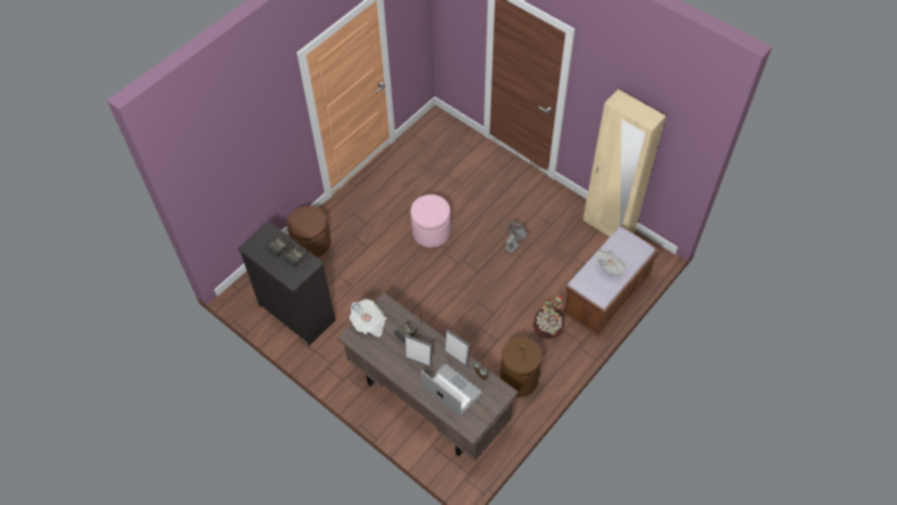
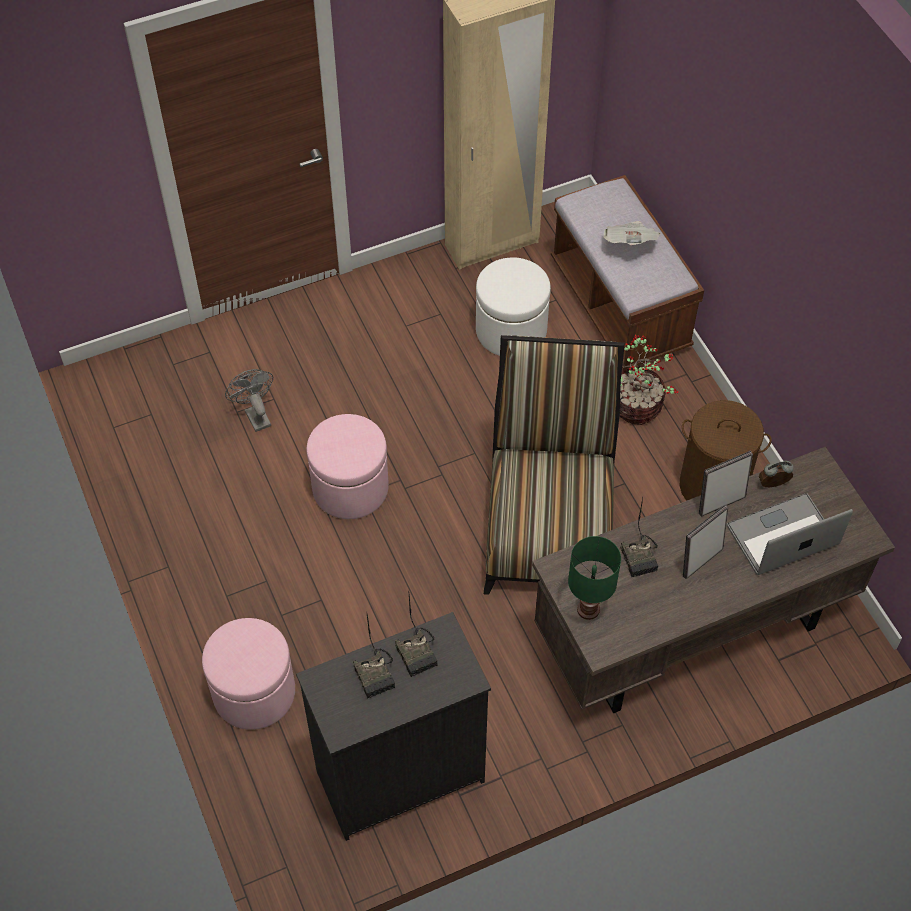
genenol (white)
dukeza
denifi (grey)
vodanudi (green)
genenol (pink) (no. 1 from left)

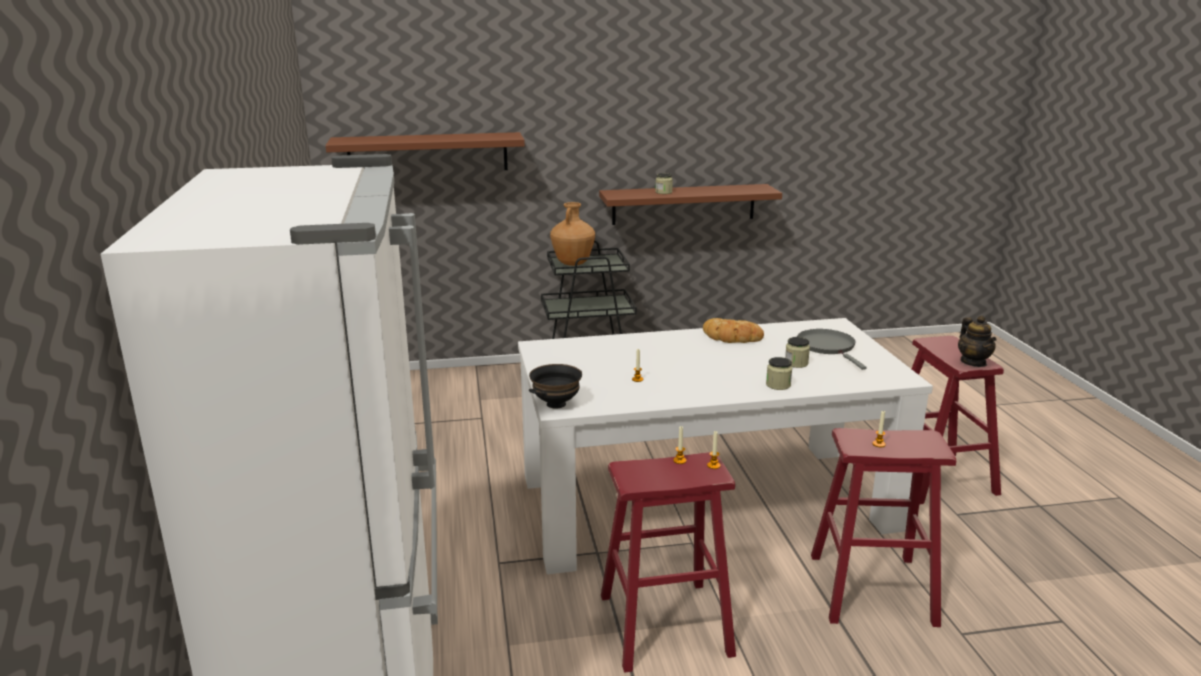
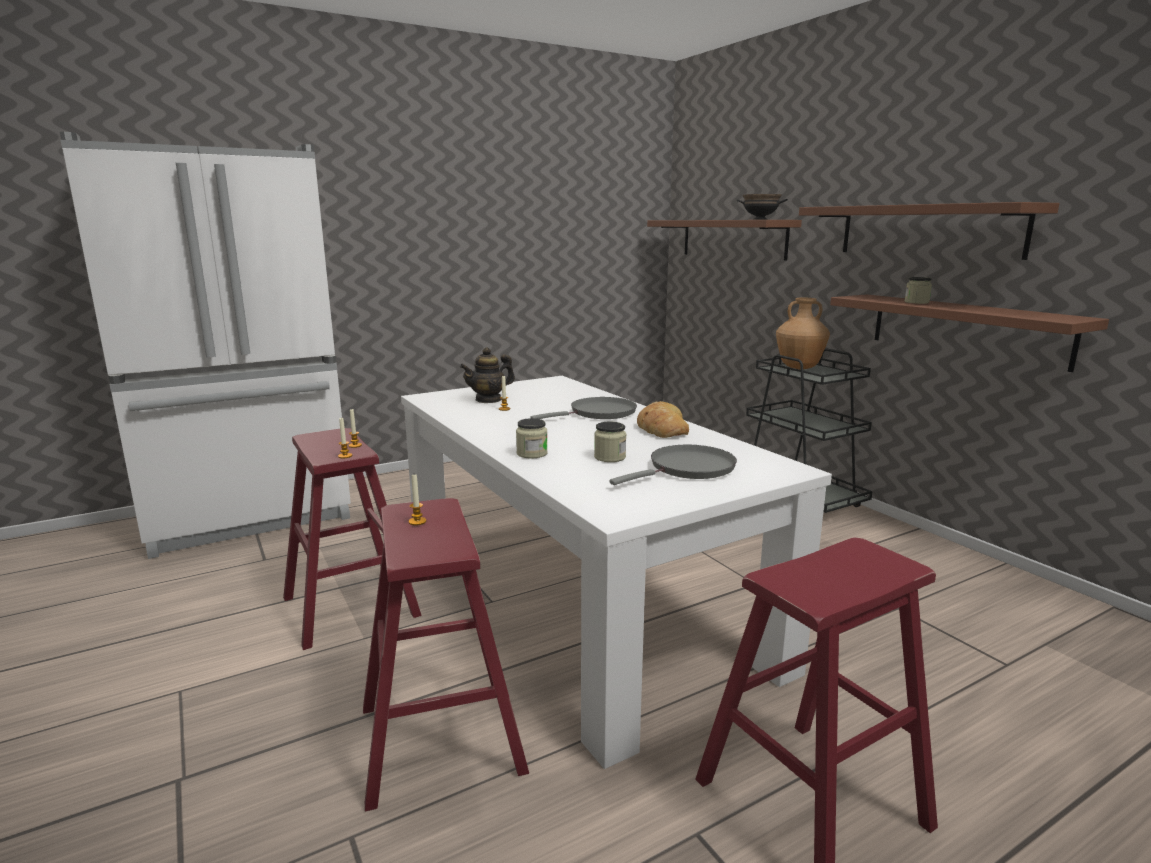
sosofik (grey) (no. 1 from left)
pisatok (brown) (no. 2 from left)
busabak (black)
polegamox

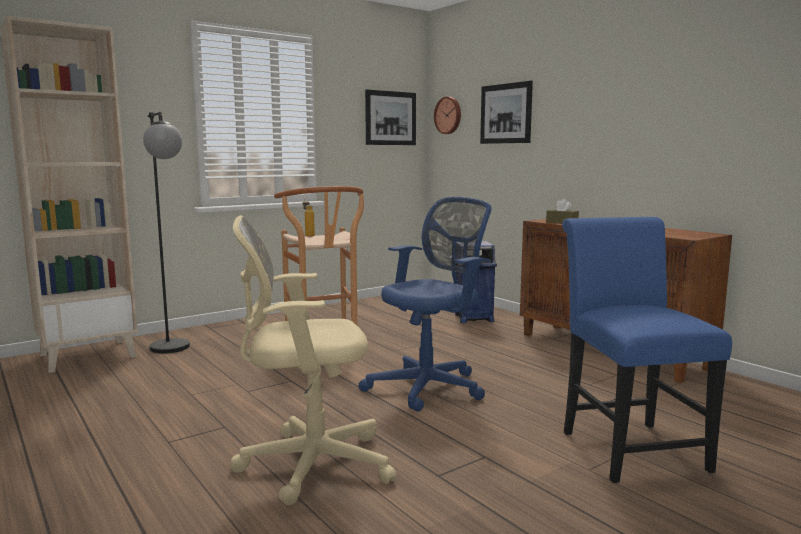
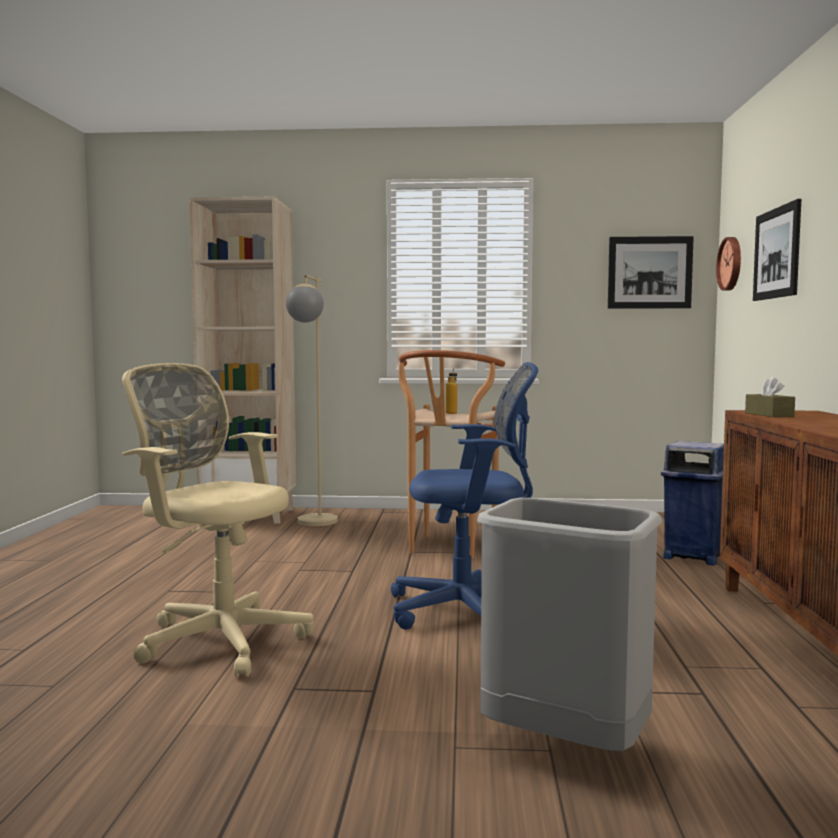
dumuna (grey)
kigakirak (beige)

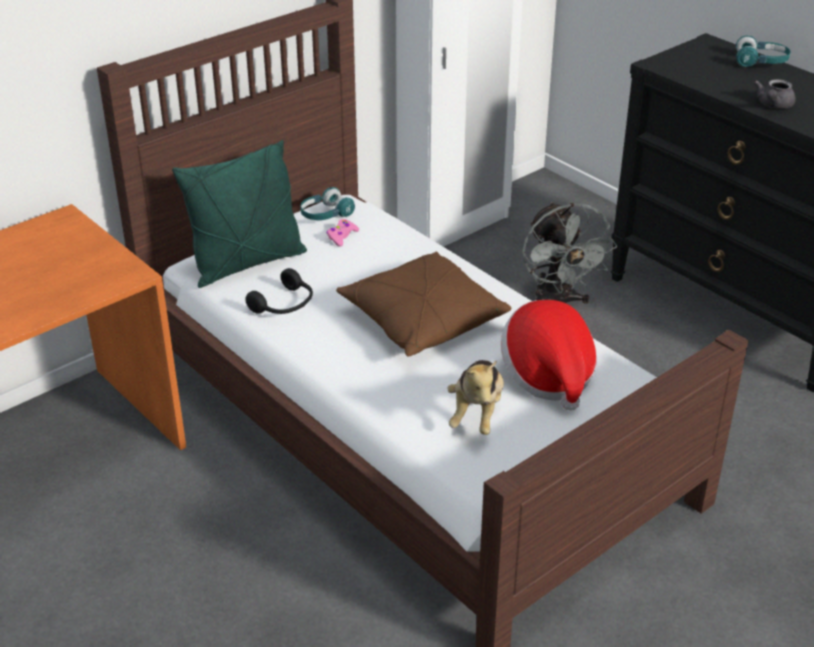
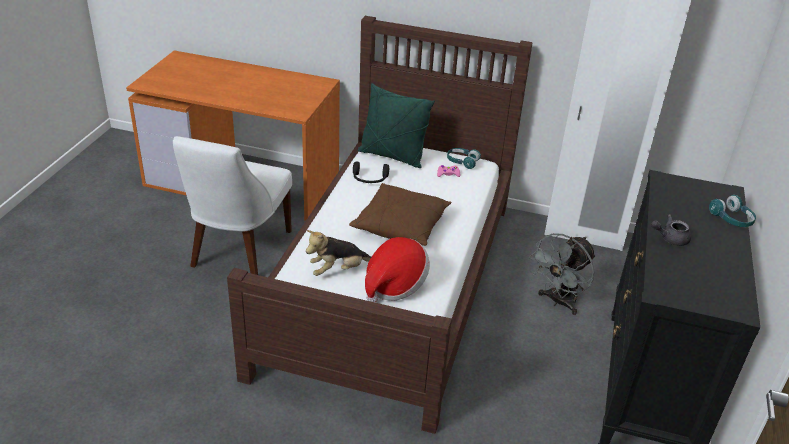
dukeza (white)

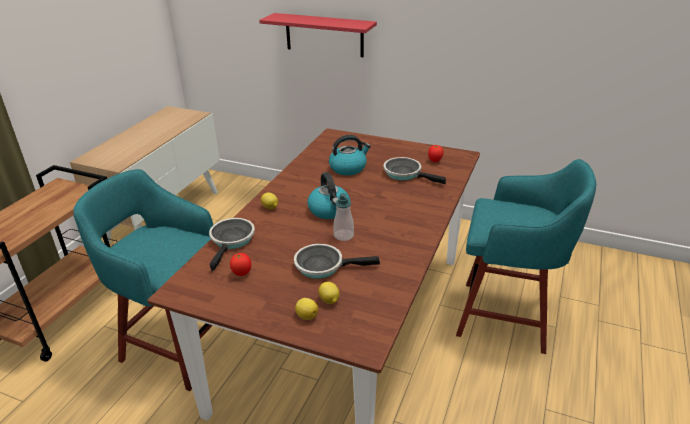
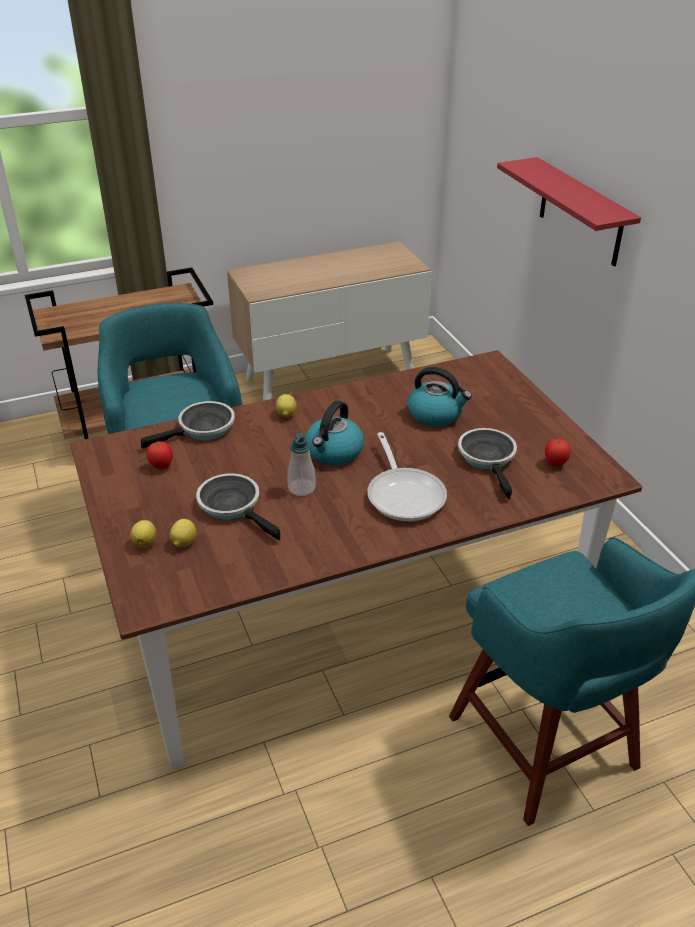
sosofik (no. 3 from left)

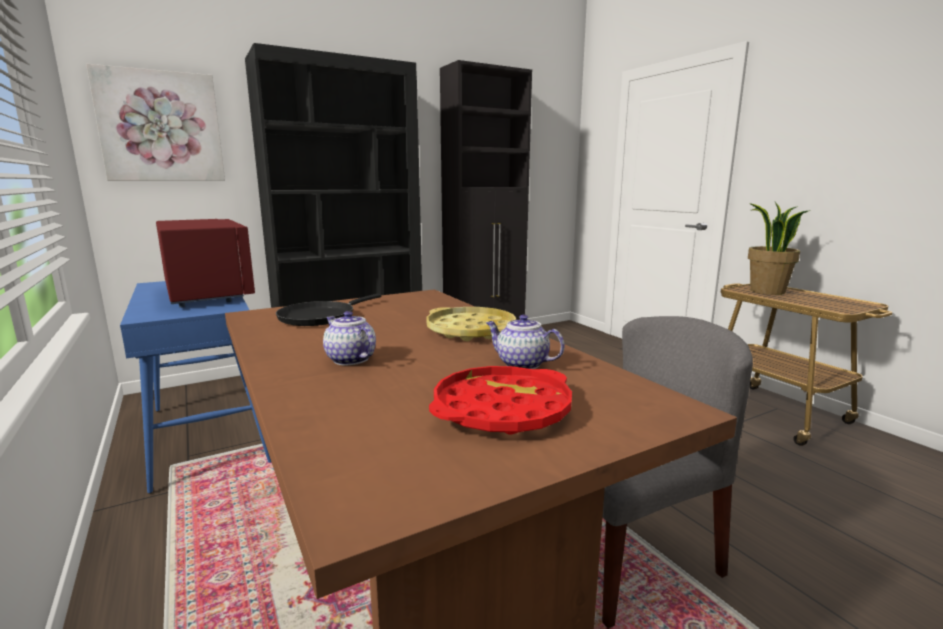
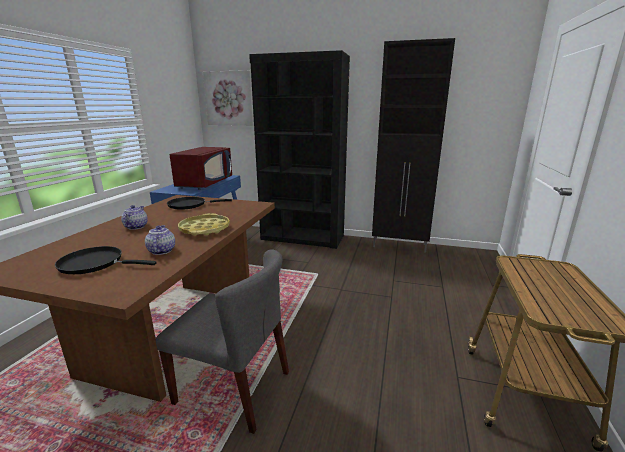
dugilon
sosofik (black) (no. 1 from left)

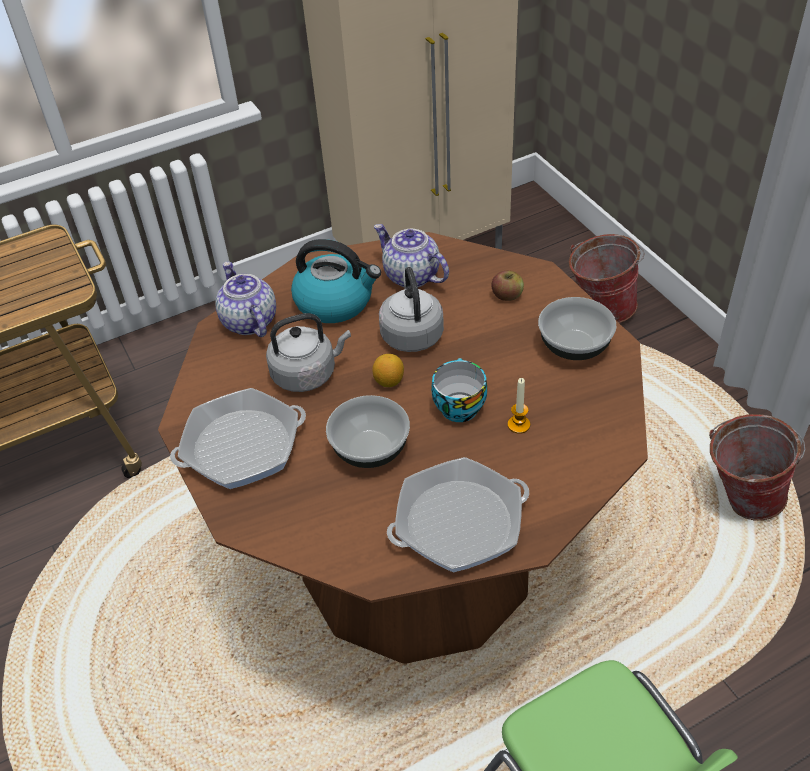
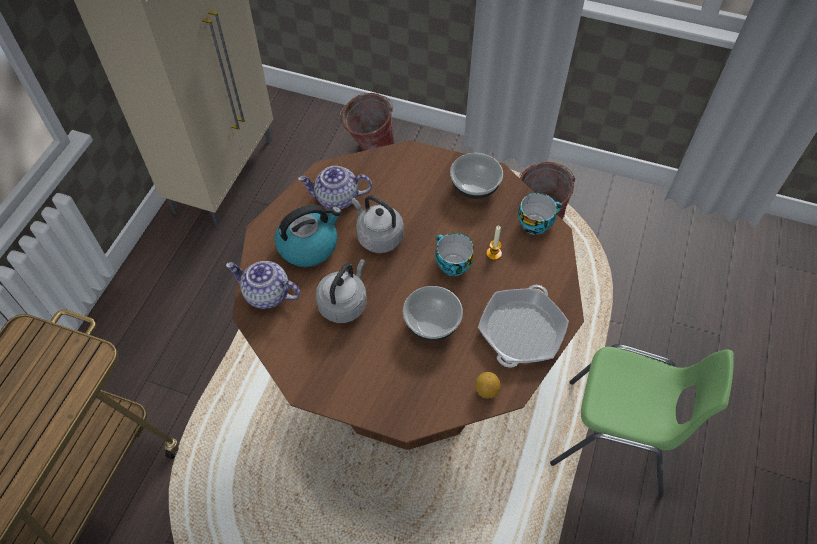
sosofik (no. 1 from left in the first image)
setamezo
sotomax (no. 2 from left)
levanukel

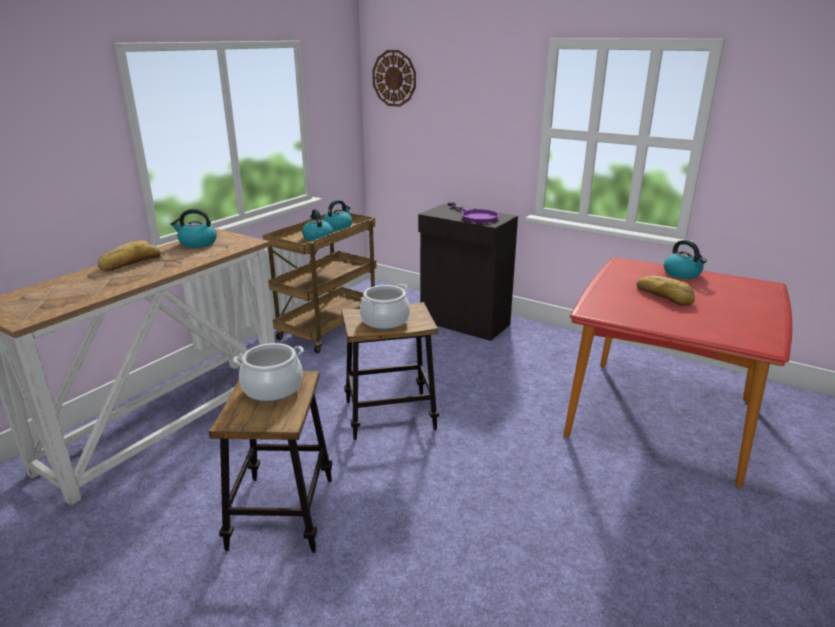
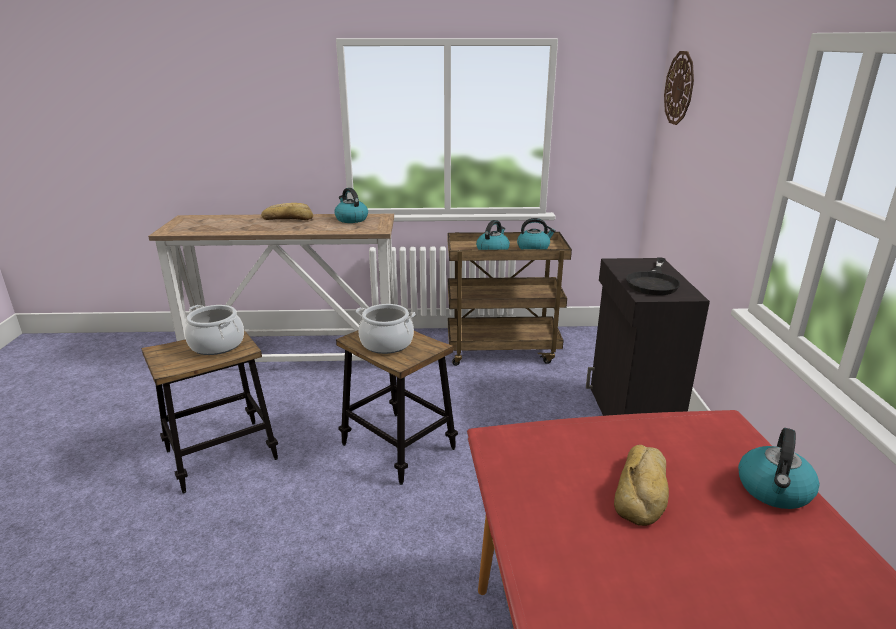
sosofik (black)

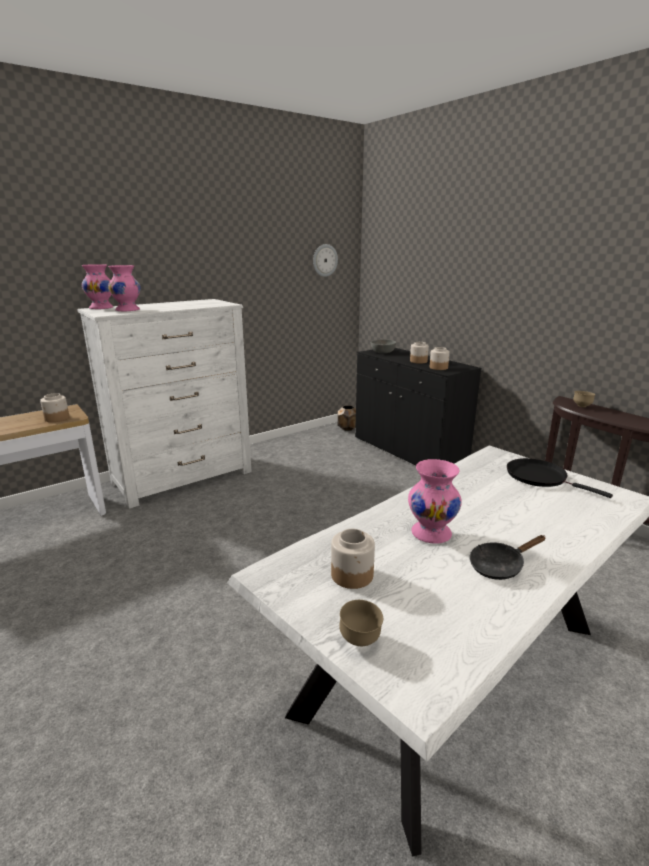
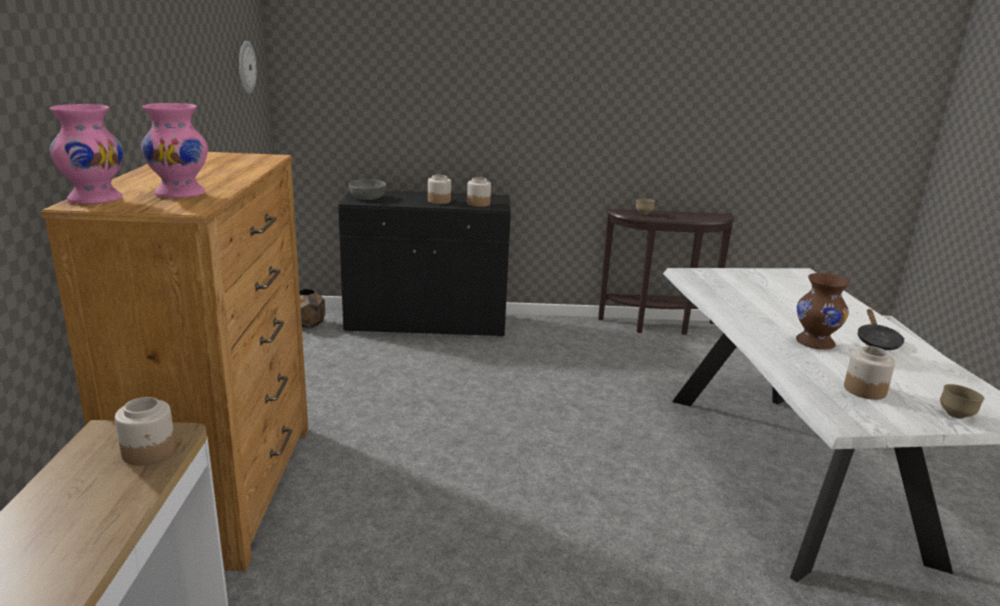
sosofik (black) (no. 2 from left in the first image)
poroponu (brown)
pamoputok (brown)

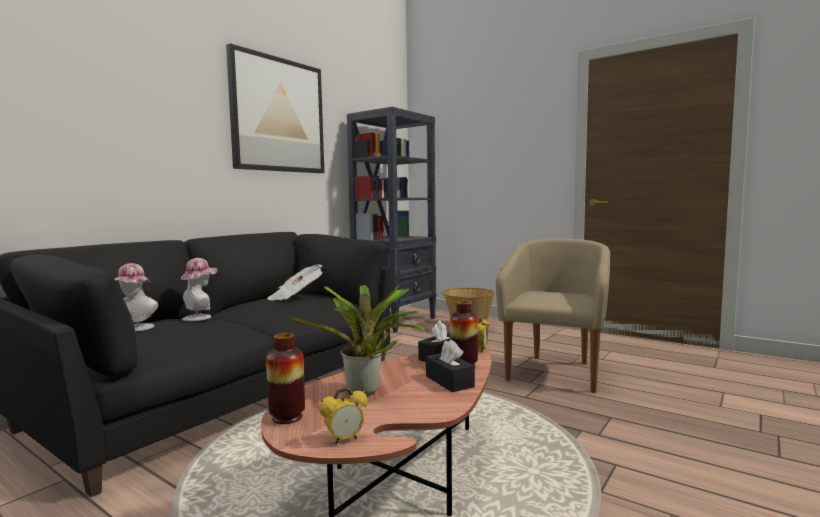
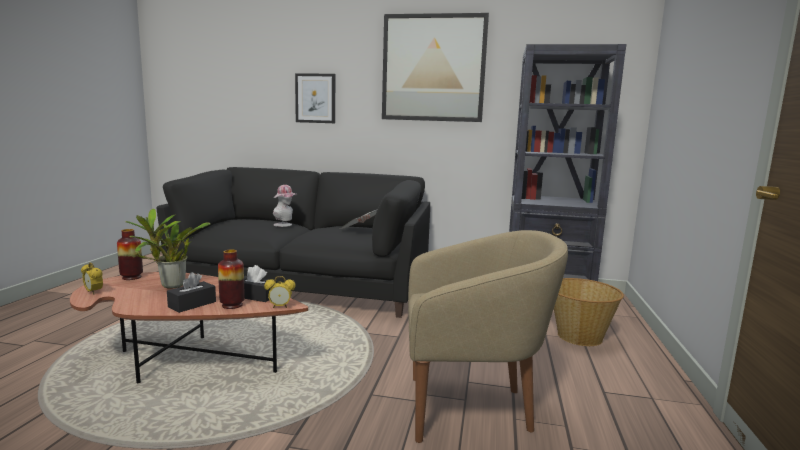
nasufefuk (no. 1 from left in the first image)
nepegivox (no. 1 from left)

